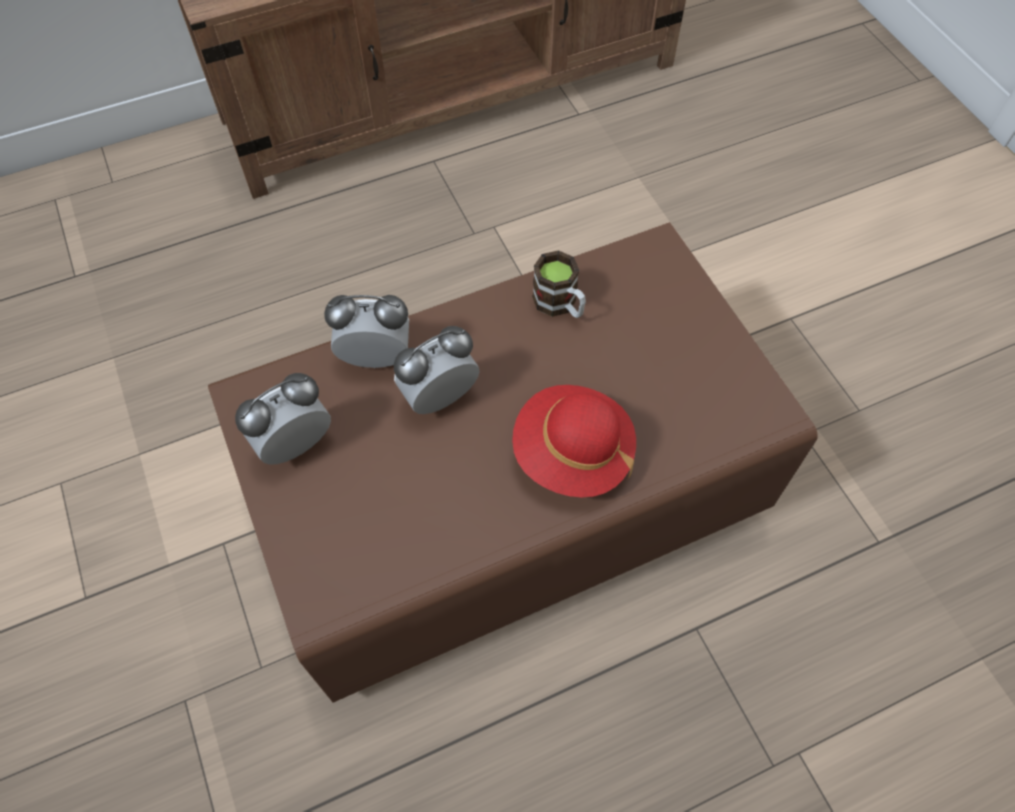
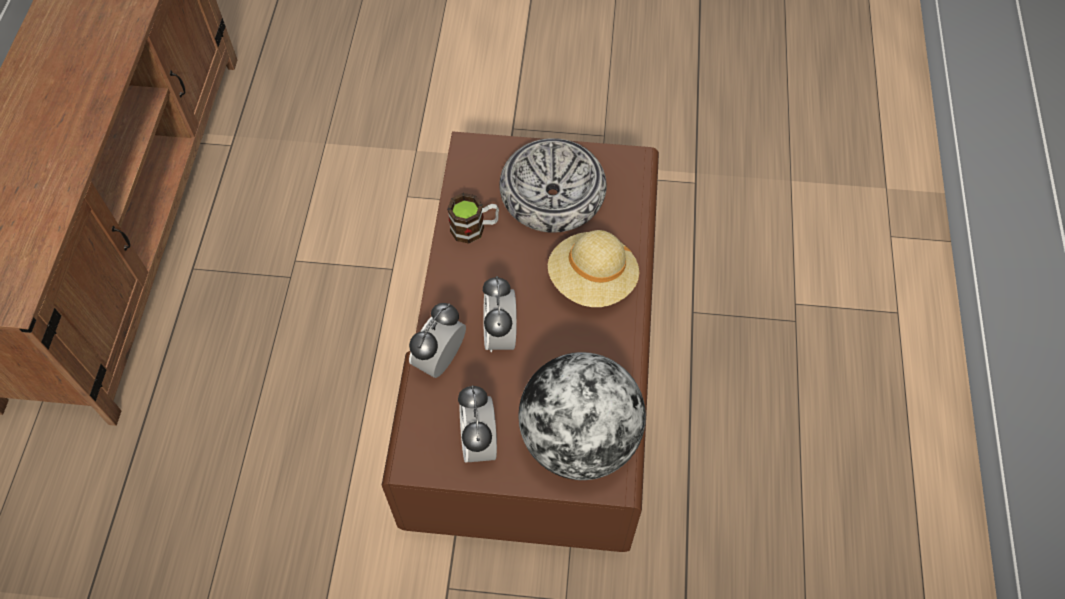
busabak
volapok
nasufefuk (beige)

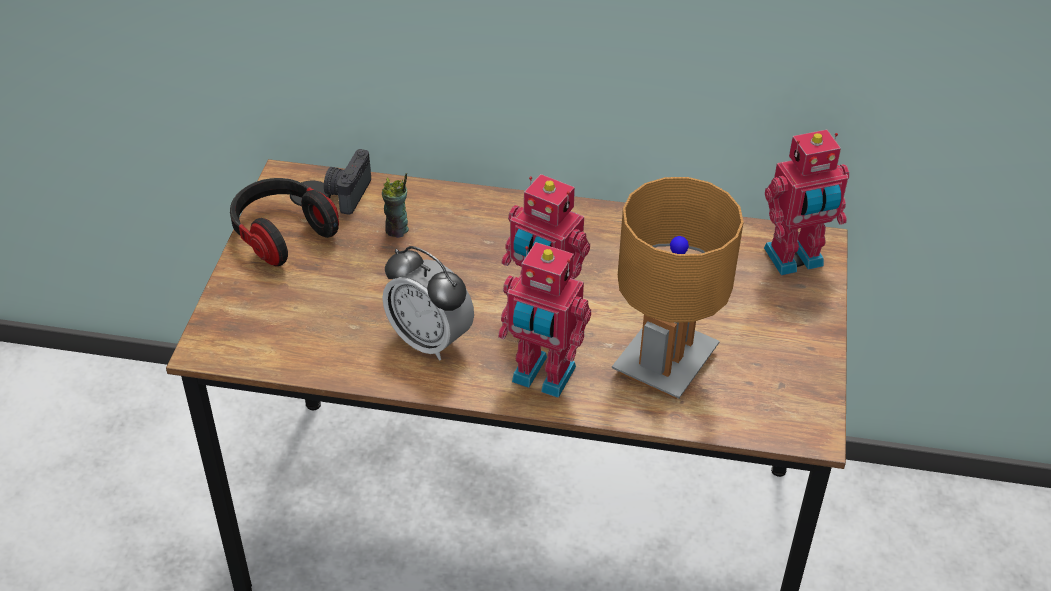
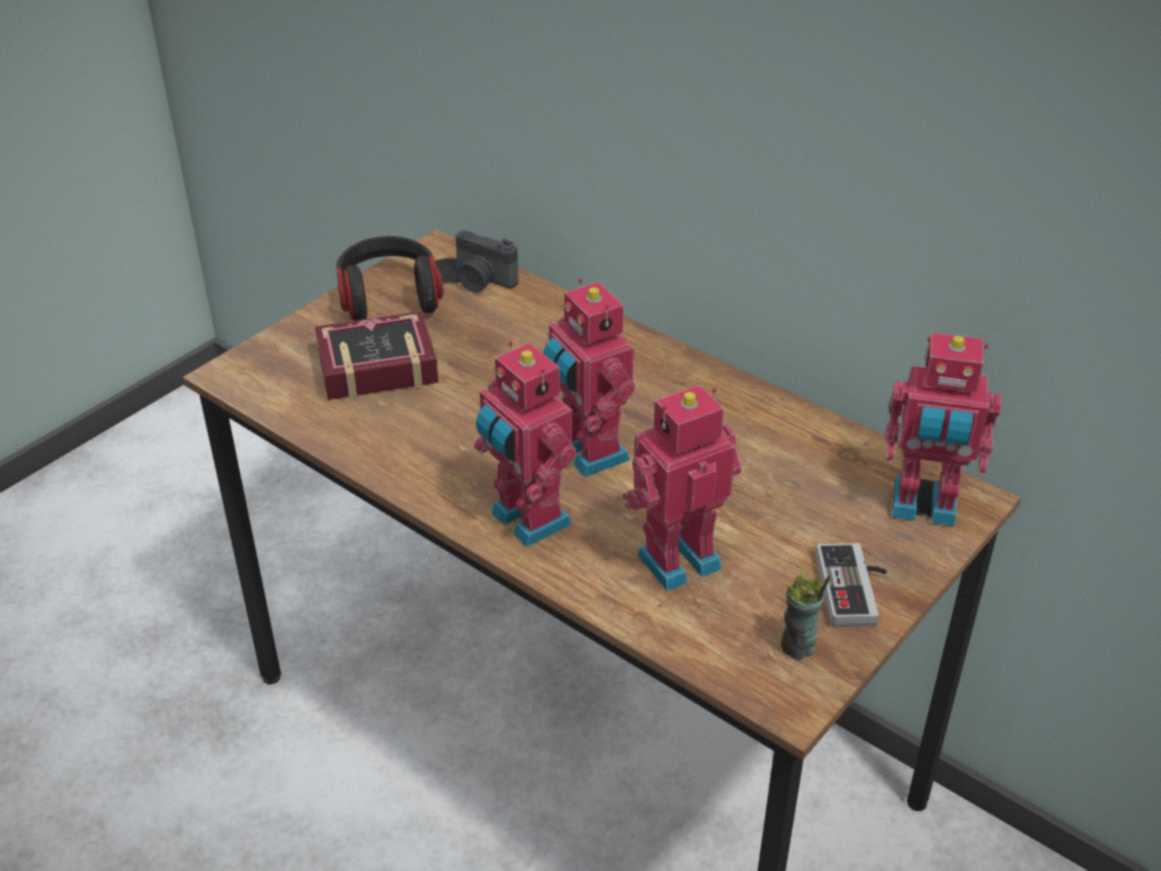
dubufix
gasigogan
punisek
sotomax
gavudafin (no. 3 from left)
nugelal

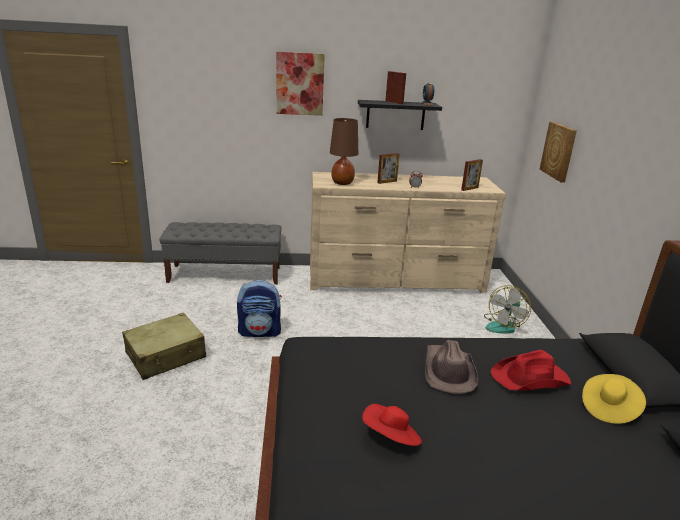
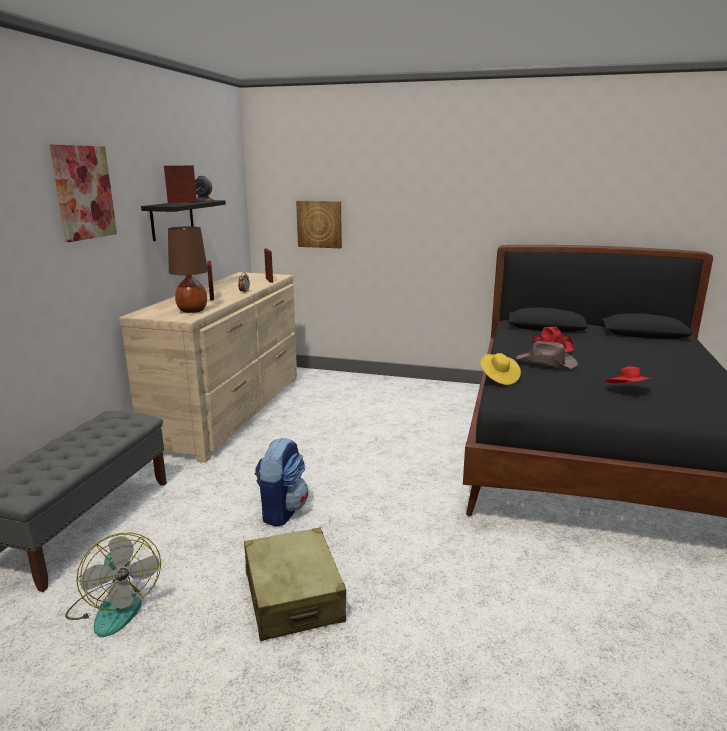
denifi
nasufefuk (yellow)

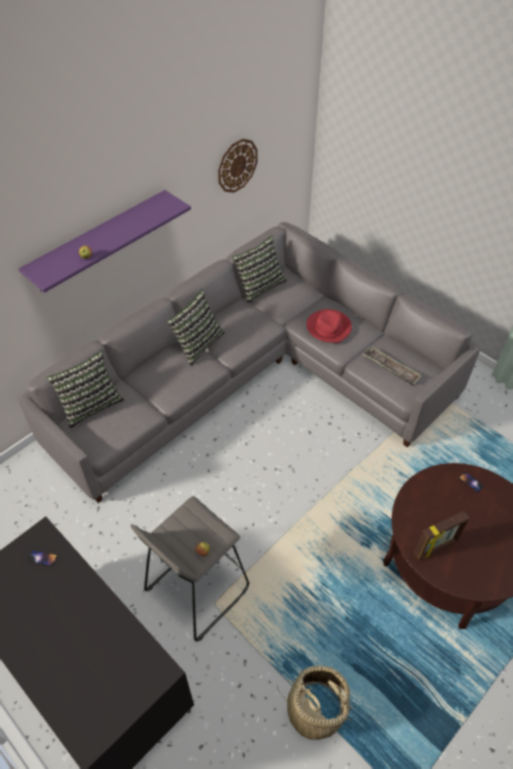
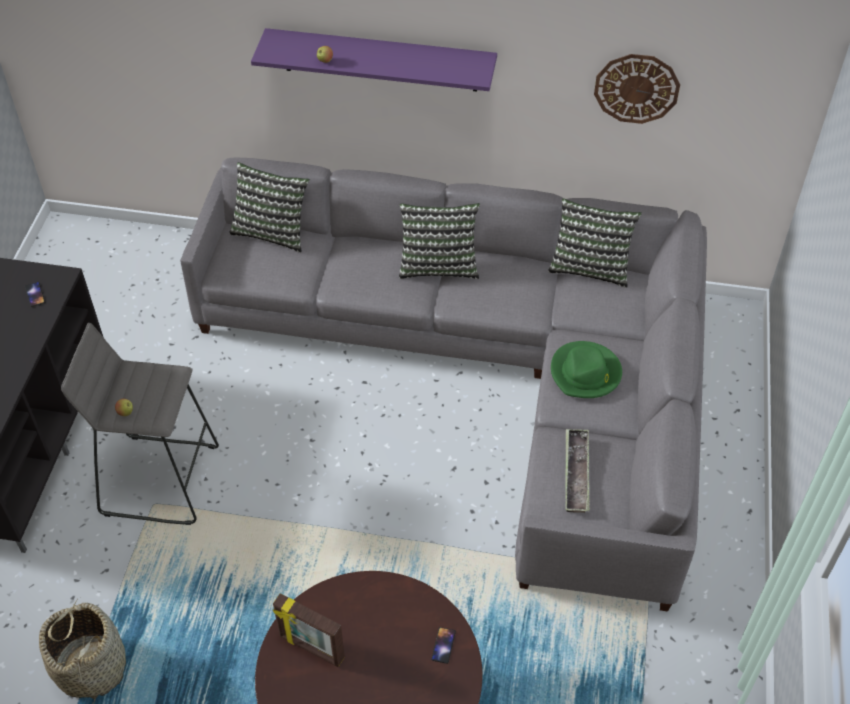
nasufefuk (green)

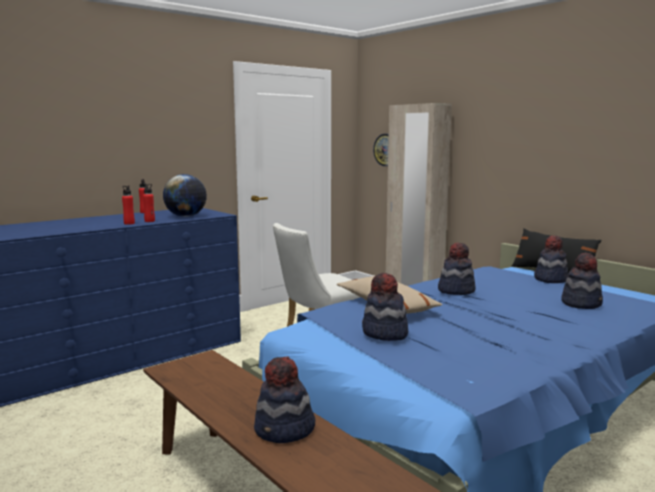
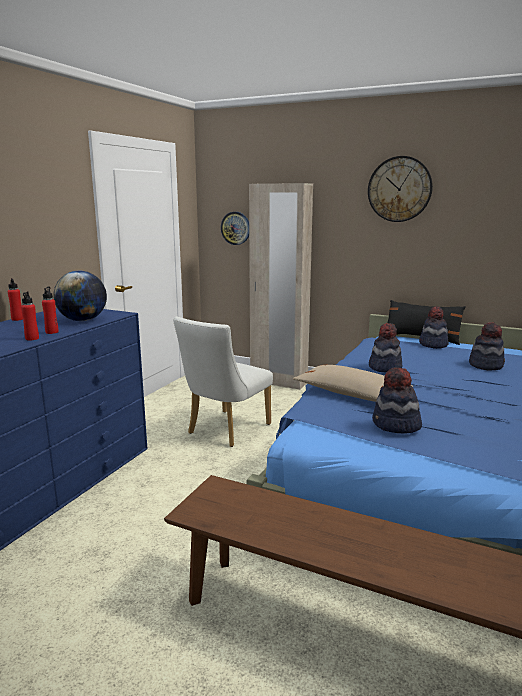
nasufefuk (no. 1 from left in the first image)
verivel (no. 2 from left)

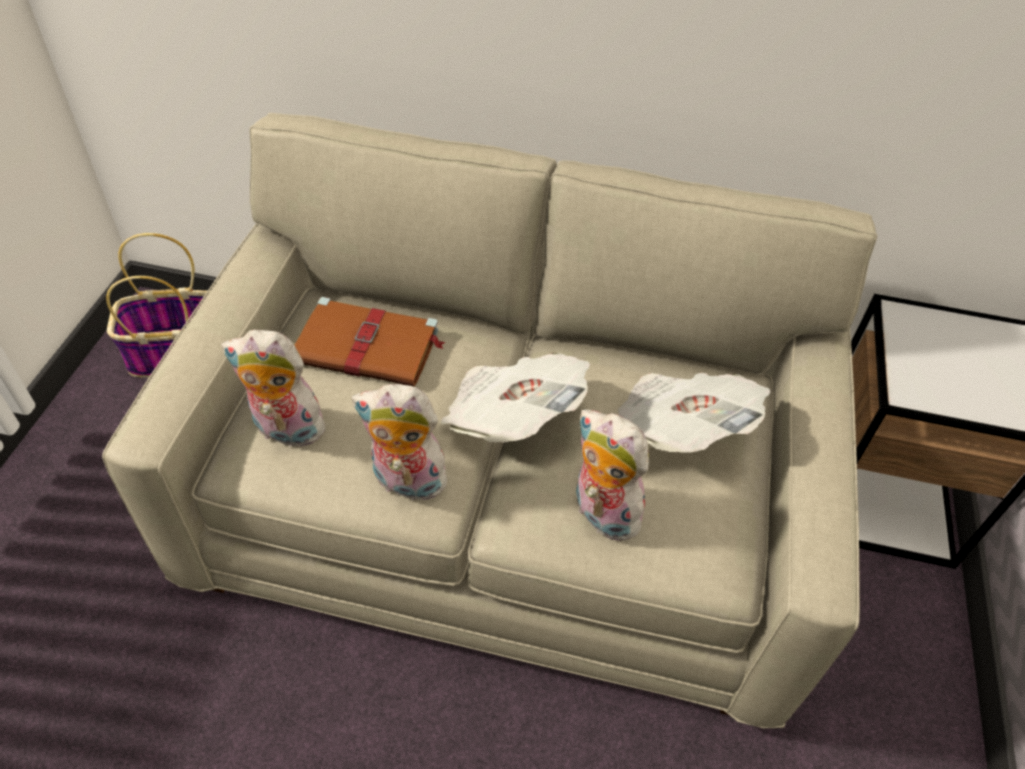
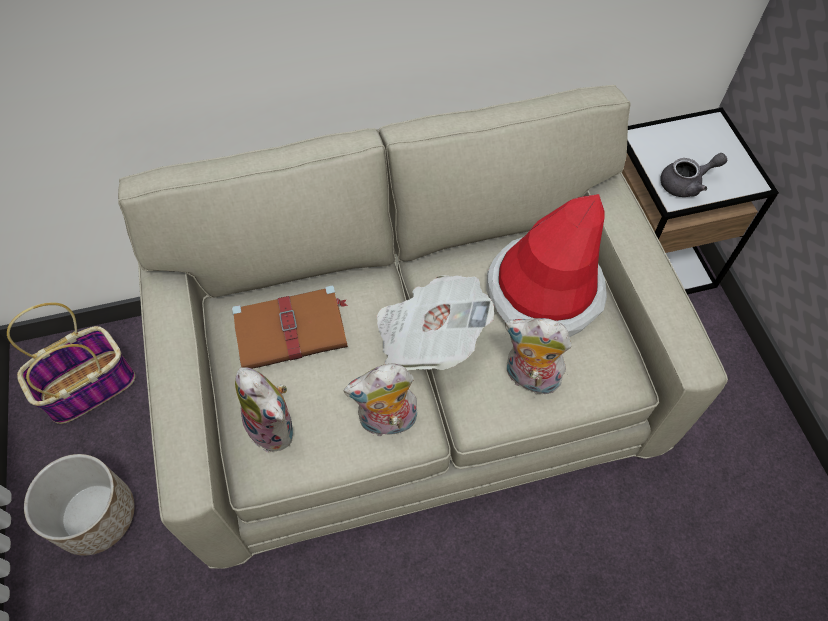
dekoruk
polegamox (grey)
nasufefuk
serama (no. 1 from left)

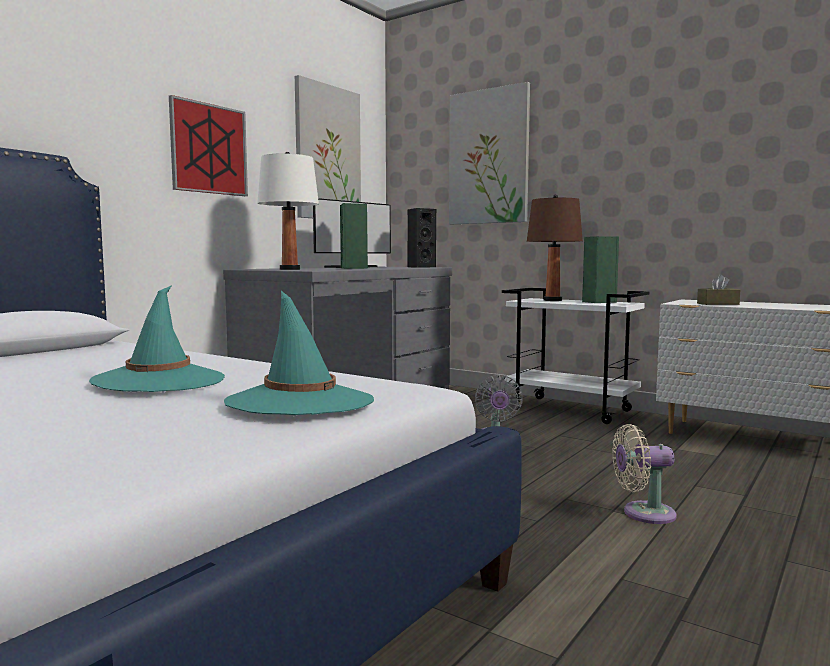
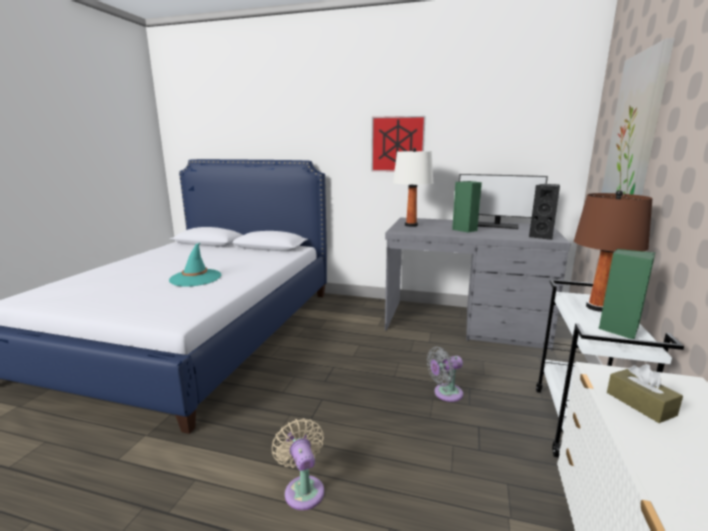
nasufefuk (turquoise) (no. 2 from left in the first image)
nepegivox (no. 2 from left in the first image)

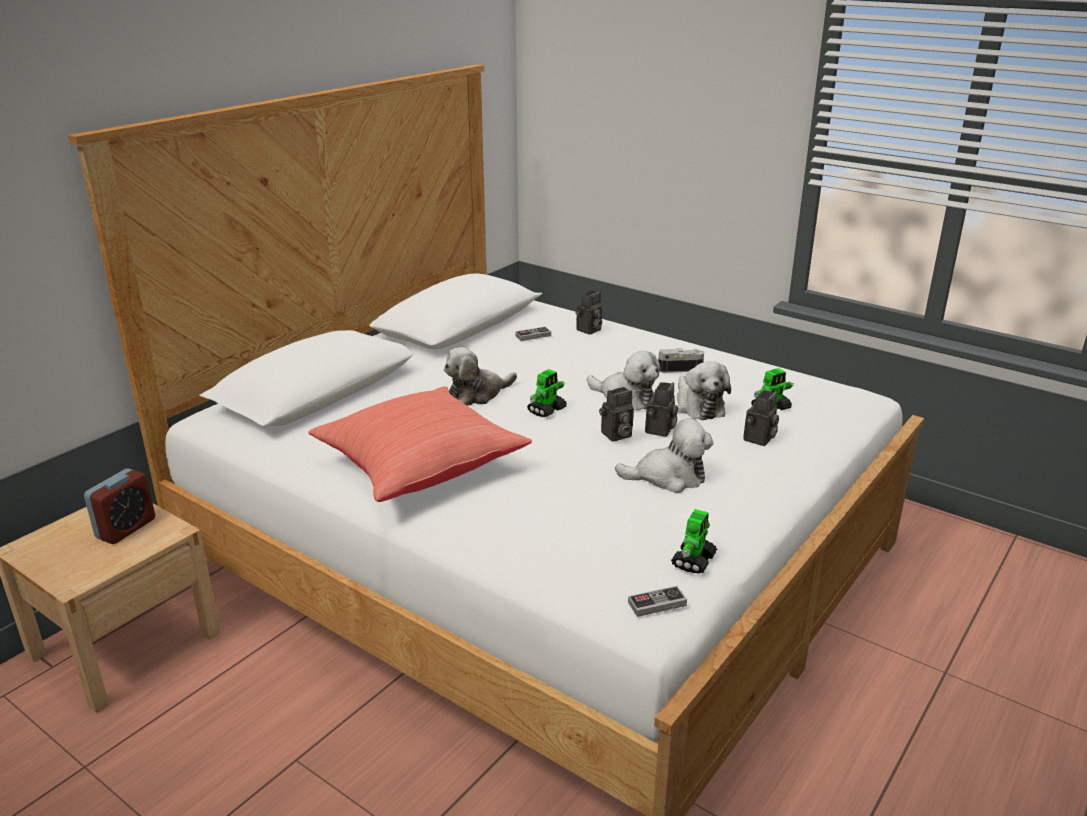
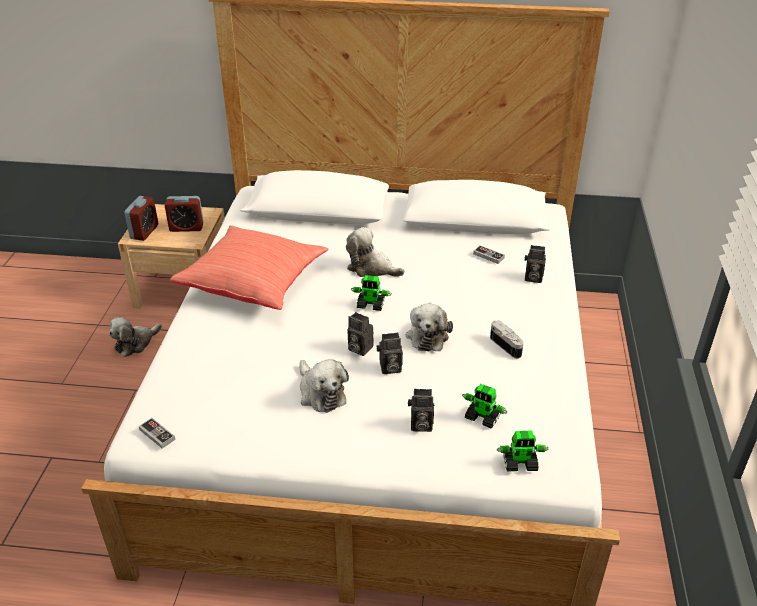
dubufix (no. 1 from left)
gavudafin (no. 3 from left)
serama (no. 1 from left)

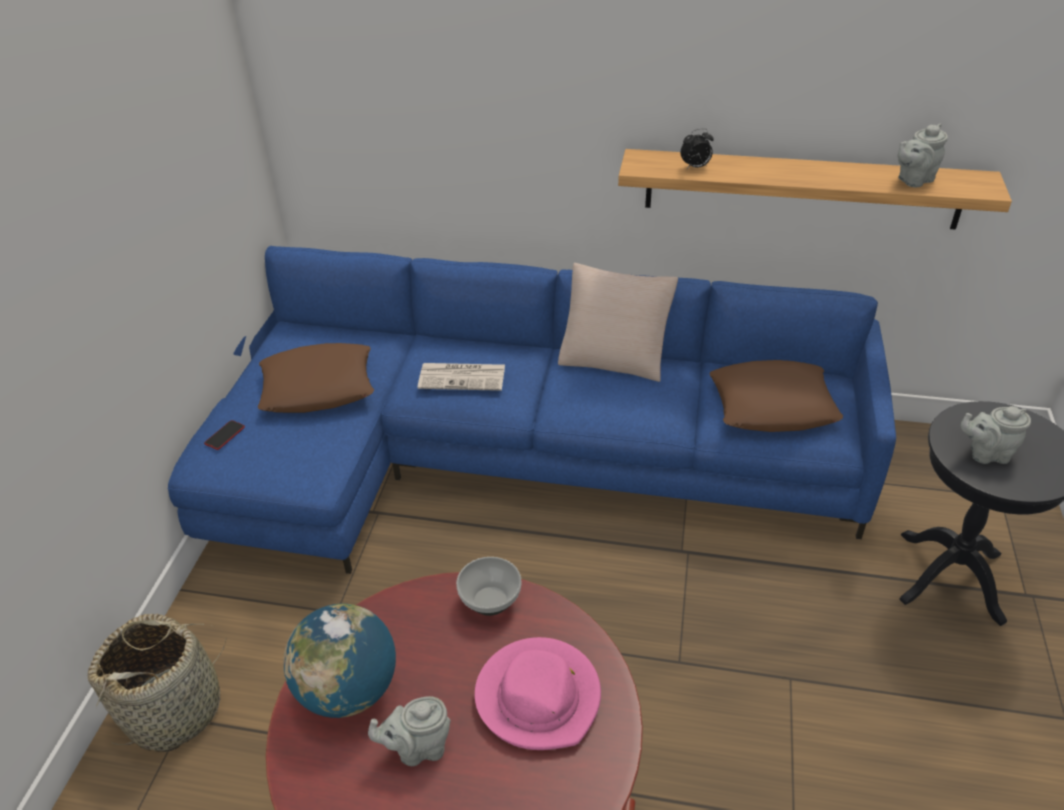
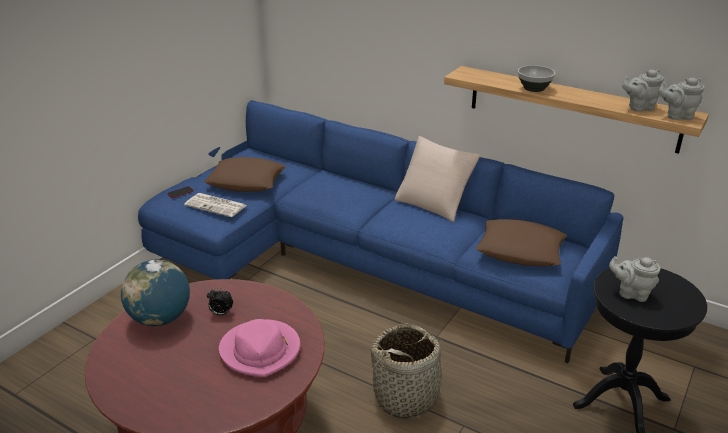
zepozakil
polegamox (grey) (no. 3 from left)
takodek
busabak
dubufix

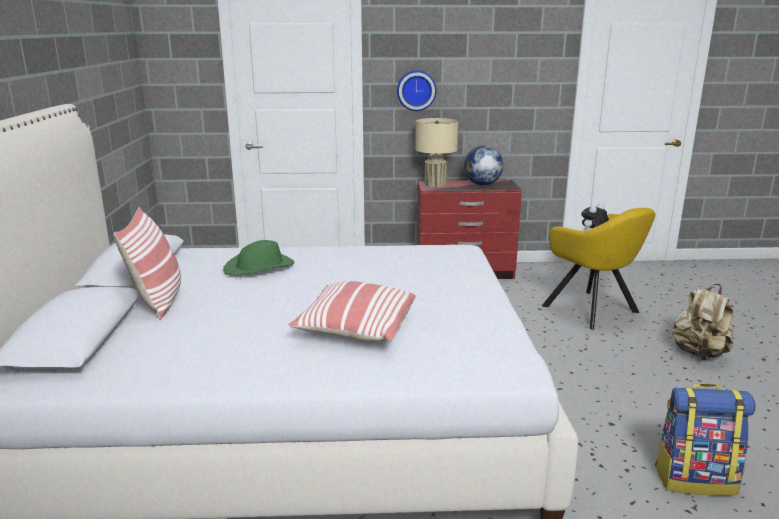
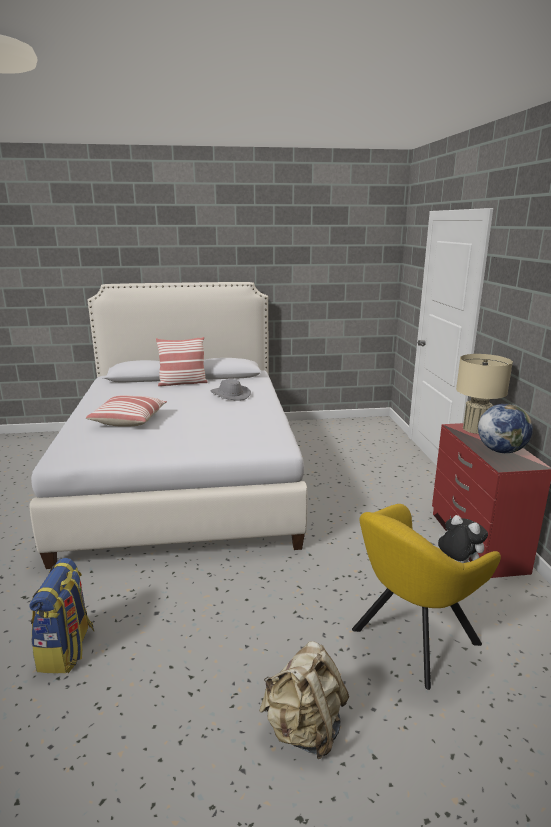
verivel
nasufefuk (grey)

